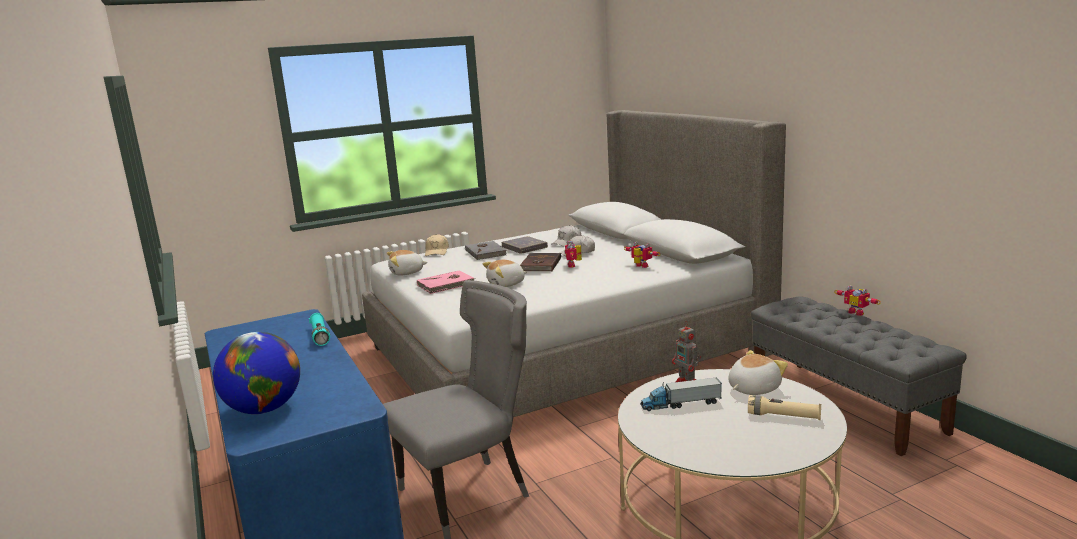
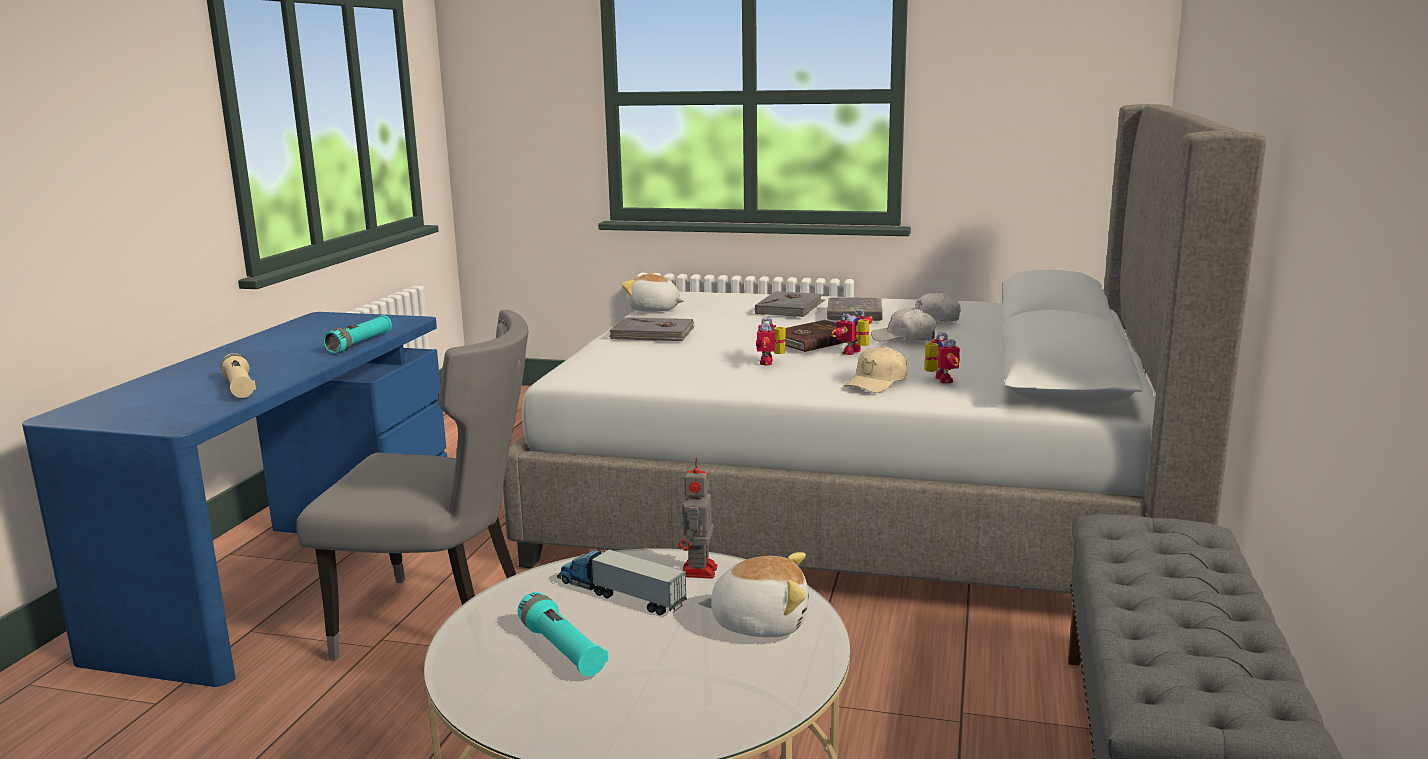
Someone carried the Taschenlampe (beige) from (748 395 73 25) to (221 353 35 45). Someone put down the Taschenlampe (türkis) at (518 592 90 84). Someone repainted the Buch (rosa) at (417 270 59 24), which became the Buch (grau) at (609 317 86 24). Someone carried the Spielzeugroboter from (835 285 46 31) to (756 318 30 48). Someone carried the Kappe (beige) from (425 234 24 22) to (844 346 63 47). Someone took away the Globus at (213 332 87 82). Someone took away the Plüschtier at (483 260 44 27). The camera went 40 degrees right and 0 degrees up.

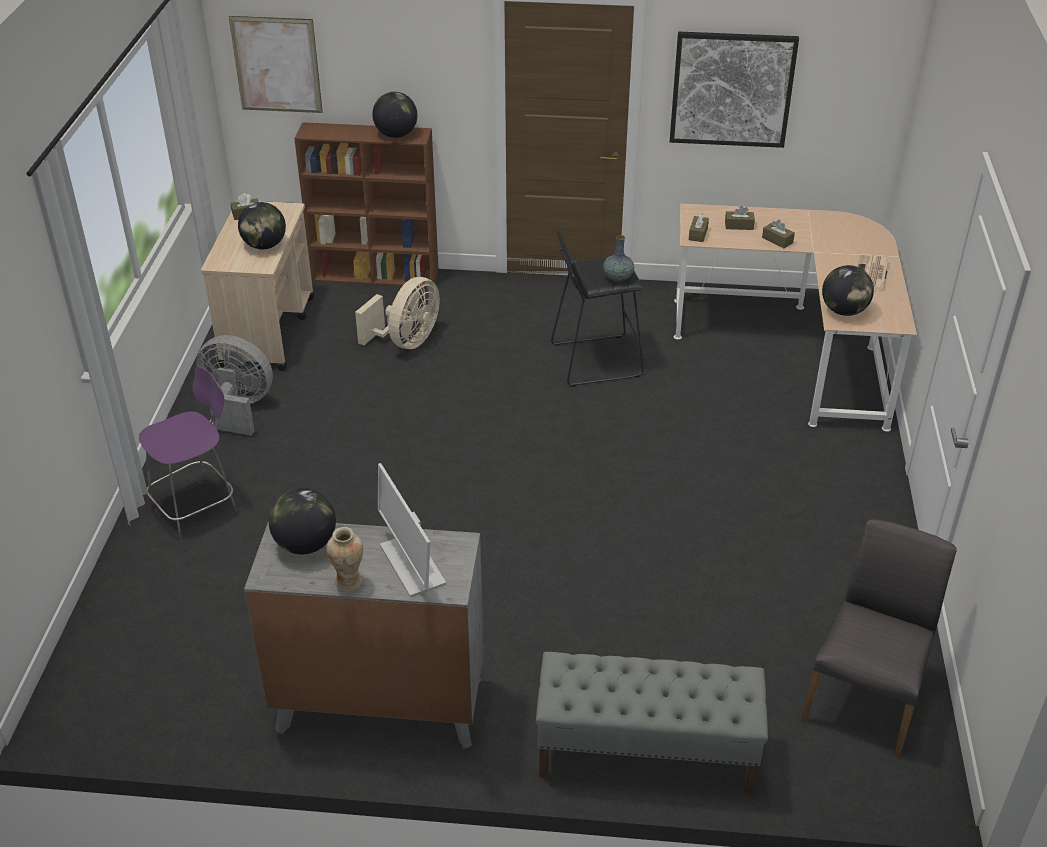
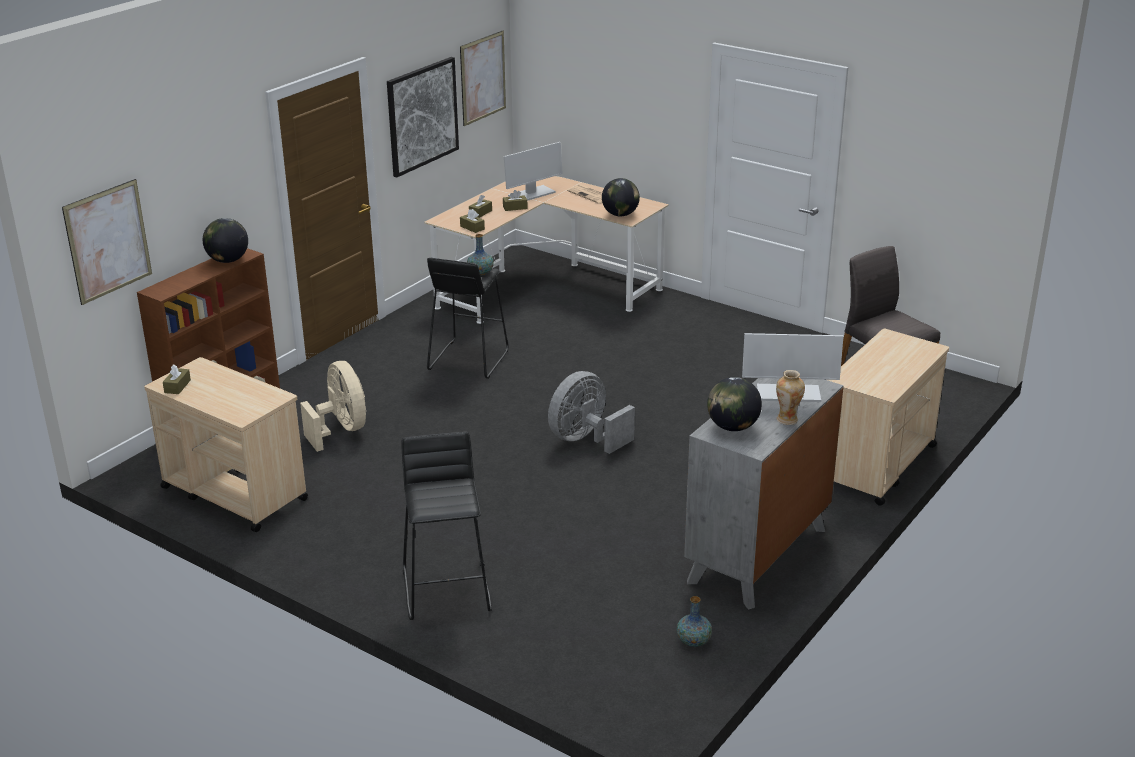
Someone swapped the Stuhl (lila) at (139 366 99 173) for the Hocker (schwarz) at (401 432 91 188). Someone put up the Bild at (460 30 46 96). Someone put down the Monitor at (504 142 59 59). Someone carried the Ventilator (grau) from (196 335 77 101) to (548 371 87 83). Someone put down the Vase at (677 596 35 51). Someone swapped the Bank (grau) at (536 652 232 142) for the Rollwagen (beige) at (828 329 121 177). Someone took away the Globus at (238 202 48 47). The camera went 60 degrees left and 10 degrees down.

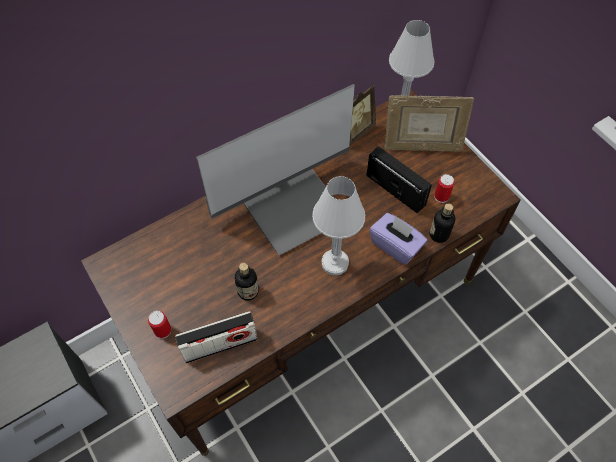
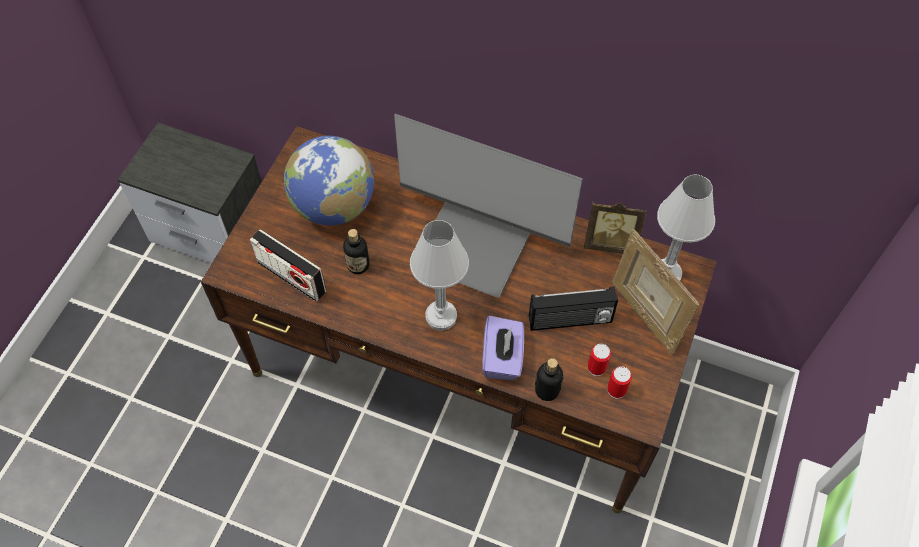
Someone put down the Globus at (284 136 90 90). Someone rotated the Radio at (367 146 65 67) by 75 degrees clockwise. Someone carried the Dose from (148 311 23 27) to (607 366 25 33). The camera went 55 degrees right and 0 degrees up.

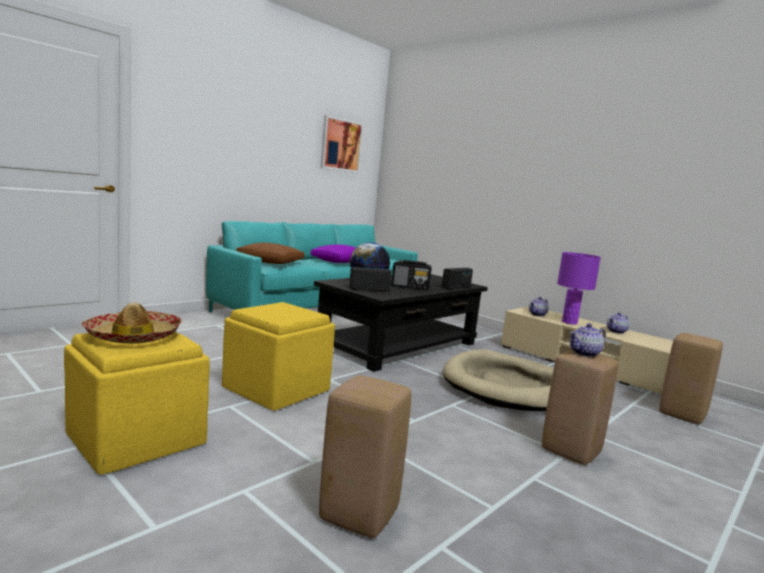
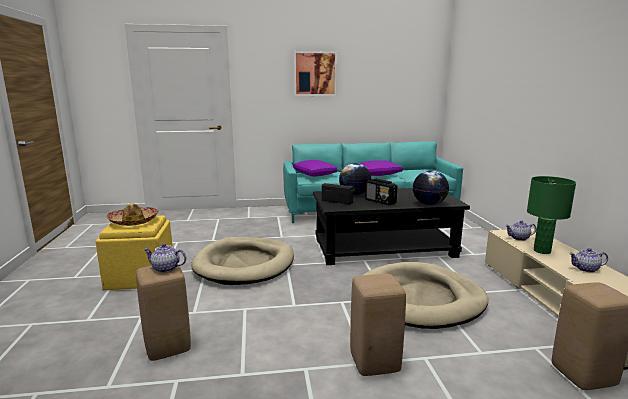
Someone carried the Teekanne from (569 323 37 34) to (143 243 43 30). Someone swapped the Polsterhocker (gelb) at (222 302 113 108) for the Hundebett (beige) at (191 237 103 48). Someone repainted the Kissen (braun) at (236 243 68 21), which became the Kissen (lila) at (293 160 44 16). Someone carried the Bild from (320 115 44 58) to (294 51 43 45). Someone swapped the Radio at (442 268 31 21) for the Globus at (413 170 36 35). Someone repainted the Tischlampe (lila) at (557 252 44 73), which became the Tischlampe (grün) at (527 176 49 78). The camera went 40 degrees right and 5 degrees up.

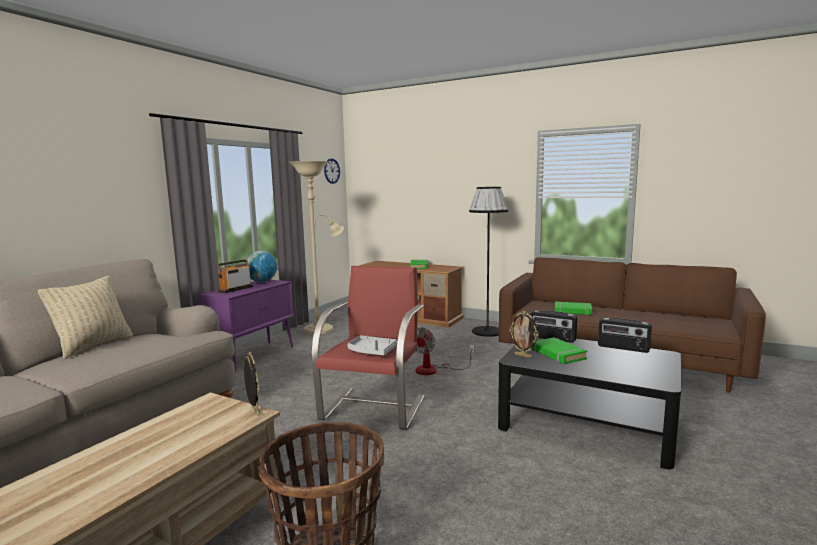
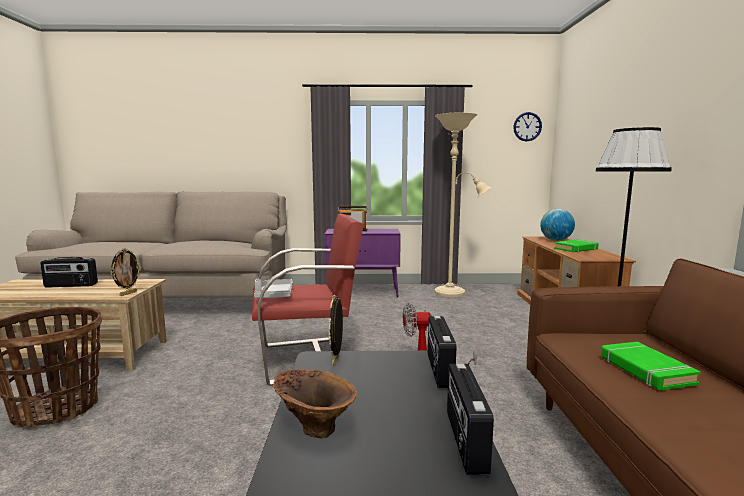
Someone put down the Radio at (40 257 58 31). Someone put down the Vase (braun) at (272 369 85 69). Someone carried the Globus from (245 251 32 31) to (540 209 35 32). Someone took away the Kissen (beige) at (38 276 95 83). Someone took away the Buch (grün) at (532 337 55 27). The camera went 60 degrees right and 0 degrees up.

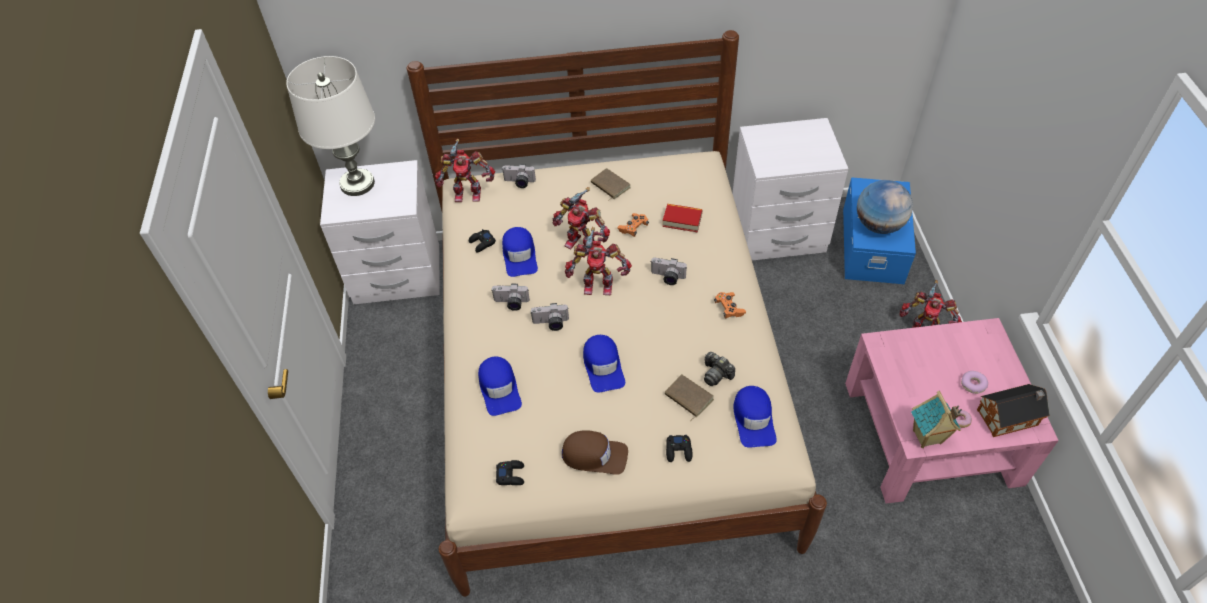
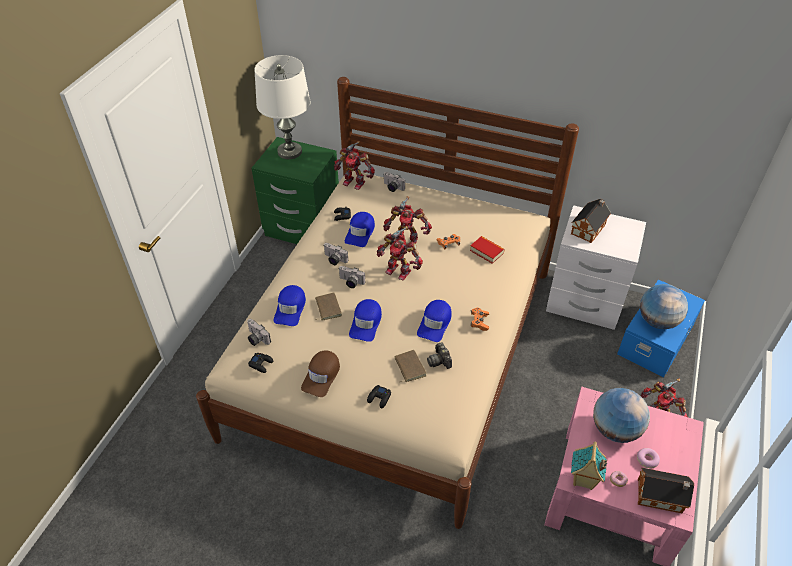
Someone carried the Kamera from (651 258 36 27) to (247 319 24 27). Someone repainted the Nachttisch (weiß) at (320 160 120 144), which became the Nachttisch (grün) at (251 137 88 107). Someone rotated the Kappe (braun) at (562 430 66 45) by 75 degrees clockwise. Someone carried the Buch (braun) from (591 168 40 33) to (315 293 27 28). Someone rotated the Spielzeugroboter at (553 187 57 69) by 45 degrees counterclockwise. Someone carried the Kappe (blau) from (734 386 43 62) to (417 300 34 42). Someone put down the Spielzeughaus at (571 199 40 44). Someone put down the Globus at (593 388 57 55). The camera went 25 degrees right and 5 degrees down.

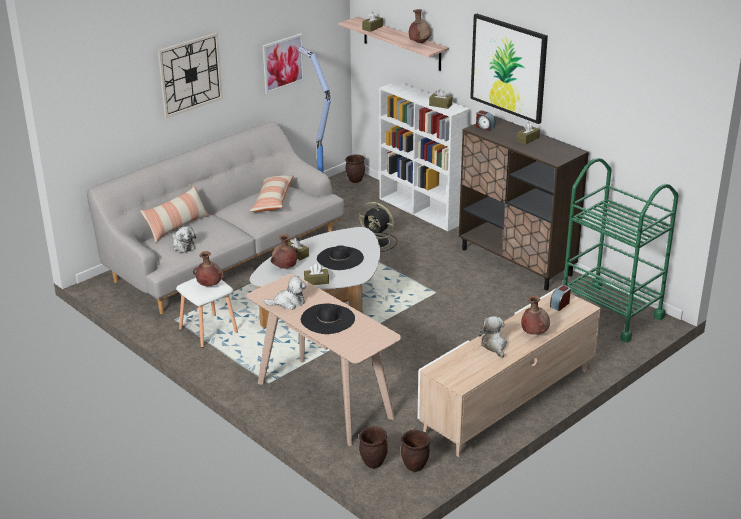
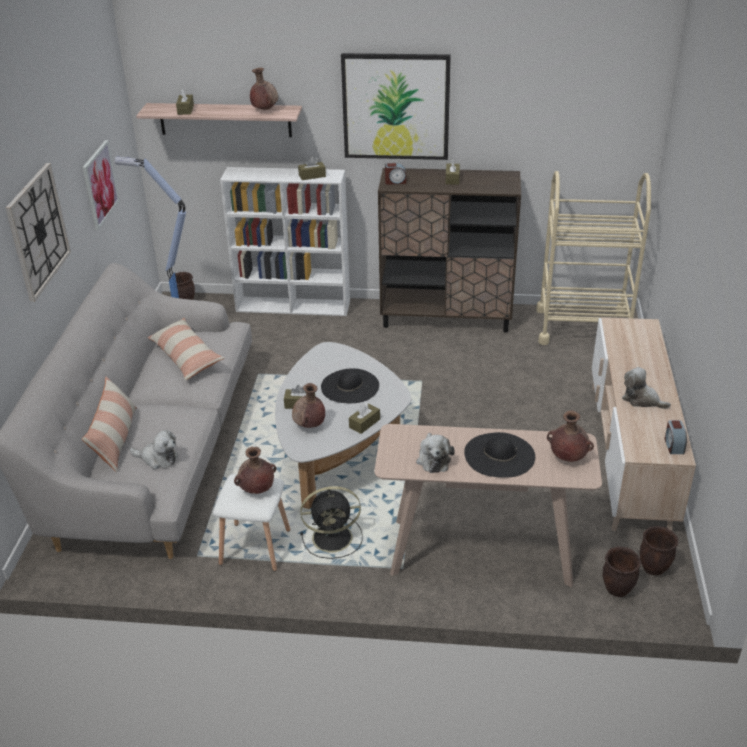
Someone carried the Ventilator (schwarz) from (359 202 38 50) to (300 486 63 73). Someone rotated the Plüschtier at (264 276 42 34) by 135 degrees clockwise. Someone repainted the Rollwagen (grün) at (563 158 116 185), which became the Rollwagen (beige) at (536 171 115 174). Someone carried the Vase (braun) from (521 296 29 39) to (547 411 47 51). Someone carried the Wecker from (550 285 21 26) to (665 420 22 34). The camera went 40 degrees left and 5 degrees up.

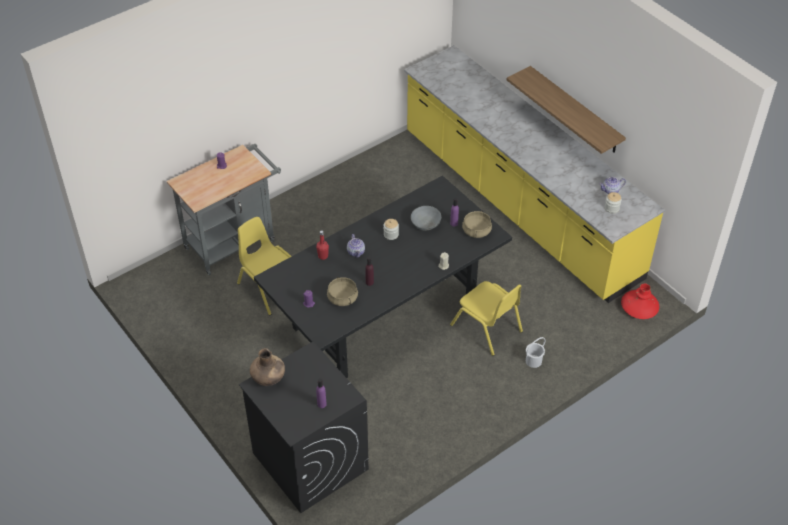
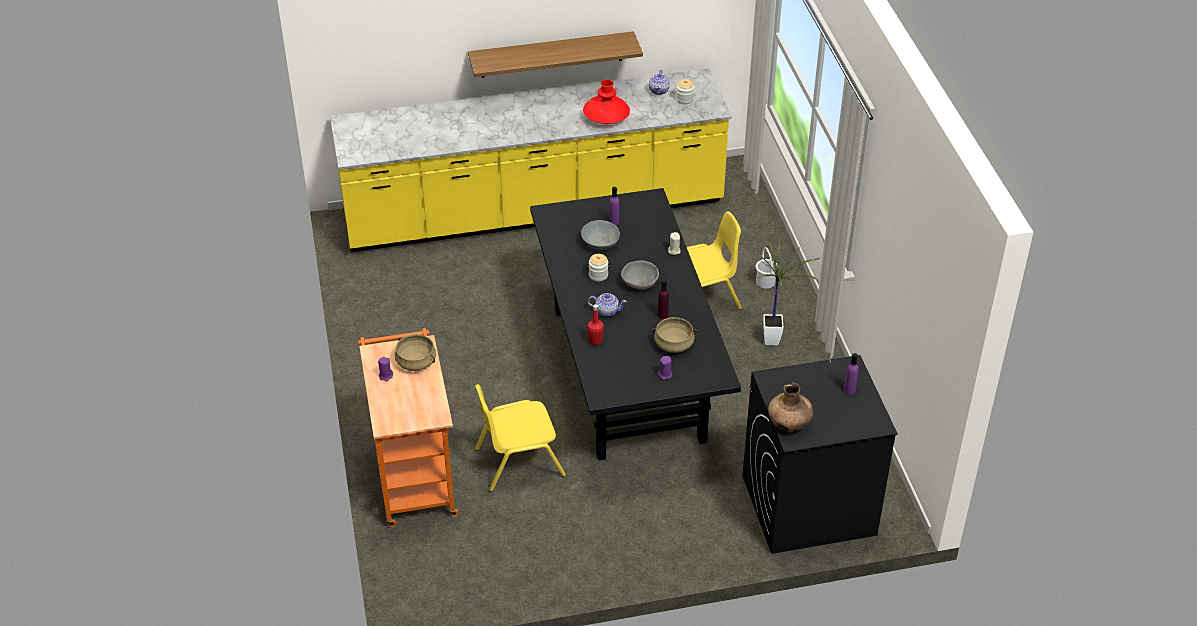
Someone repainted the Rollwagen (grau) at (167 144 114 131), which became the Rollwagen (orange) at (358 328 101 199). Someone carried the Kochtopf (beige) from (462 211 30 27) to (395 334 41 37). Someone carried the Vase (rot) from (621 283 38 36) to (583 80 47 44). Someone put down the Schüssel (grau) at (621 261 38 29). Someone put down the Topfpflanze at (757 240 63 105). The camera went 65 degrees left and 5 degrees down.

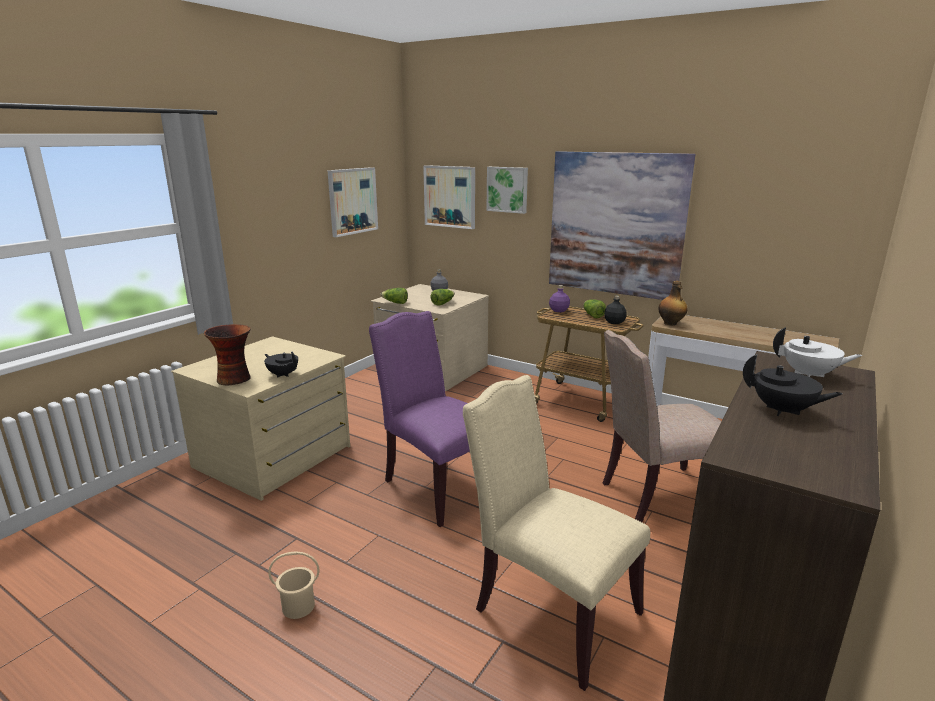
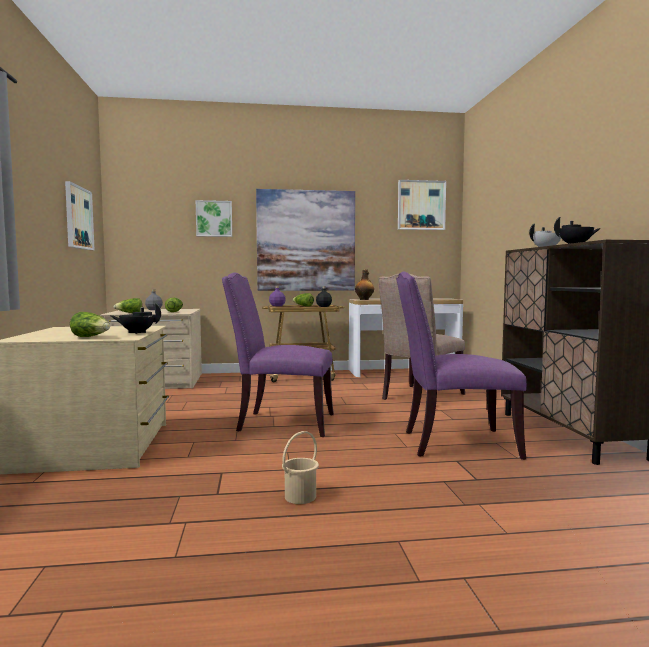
Someone swapped the Vase at (204 324 47 61) for the Salatkopf at (70 312 40 25). Someone repainted the Stuhl (beige) at (463 375 187 316), which became the Stuhl (lila) at (396 272 131 188). Someone carried the Bild from (423 165 52 64) to (398 180 48 50). The camera went 40 degrees left and 15 degrees down.

